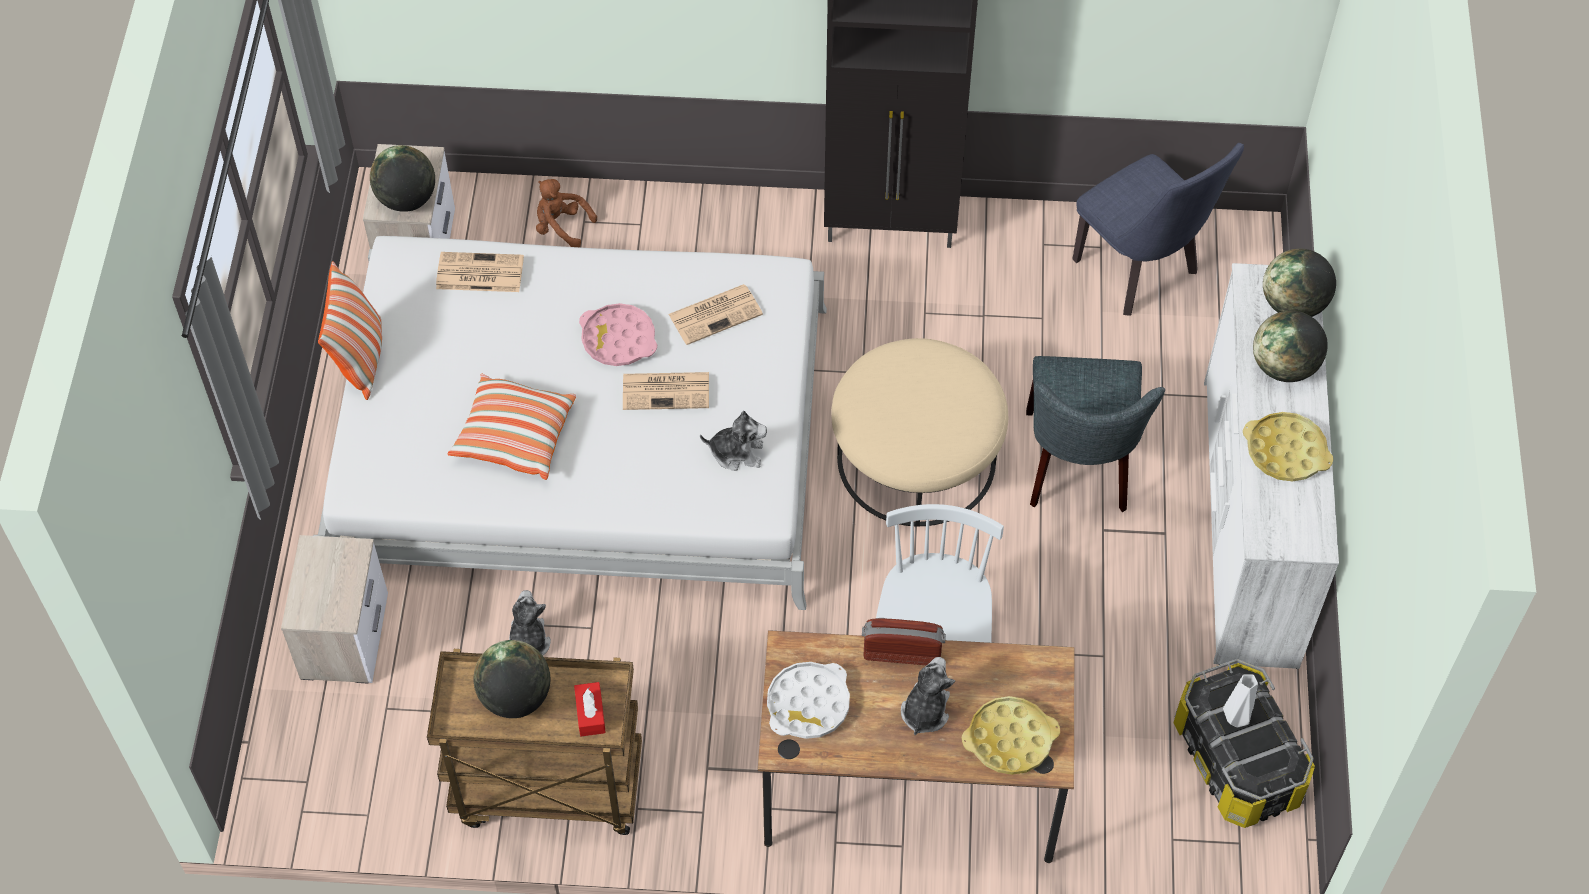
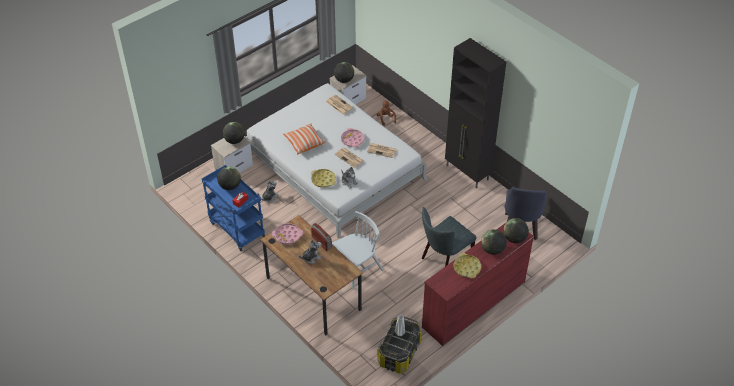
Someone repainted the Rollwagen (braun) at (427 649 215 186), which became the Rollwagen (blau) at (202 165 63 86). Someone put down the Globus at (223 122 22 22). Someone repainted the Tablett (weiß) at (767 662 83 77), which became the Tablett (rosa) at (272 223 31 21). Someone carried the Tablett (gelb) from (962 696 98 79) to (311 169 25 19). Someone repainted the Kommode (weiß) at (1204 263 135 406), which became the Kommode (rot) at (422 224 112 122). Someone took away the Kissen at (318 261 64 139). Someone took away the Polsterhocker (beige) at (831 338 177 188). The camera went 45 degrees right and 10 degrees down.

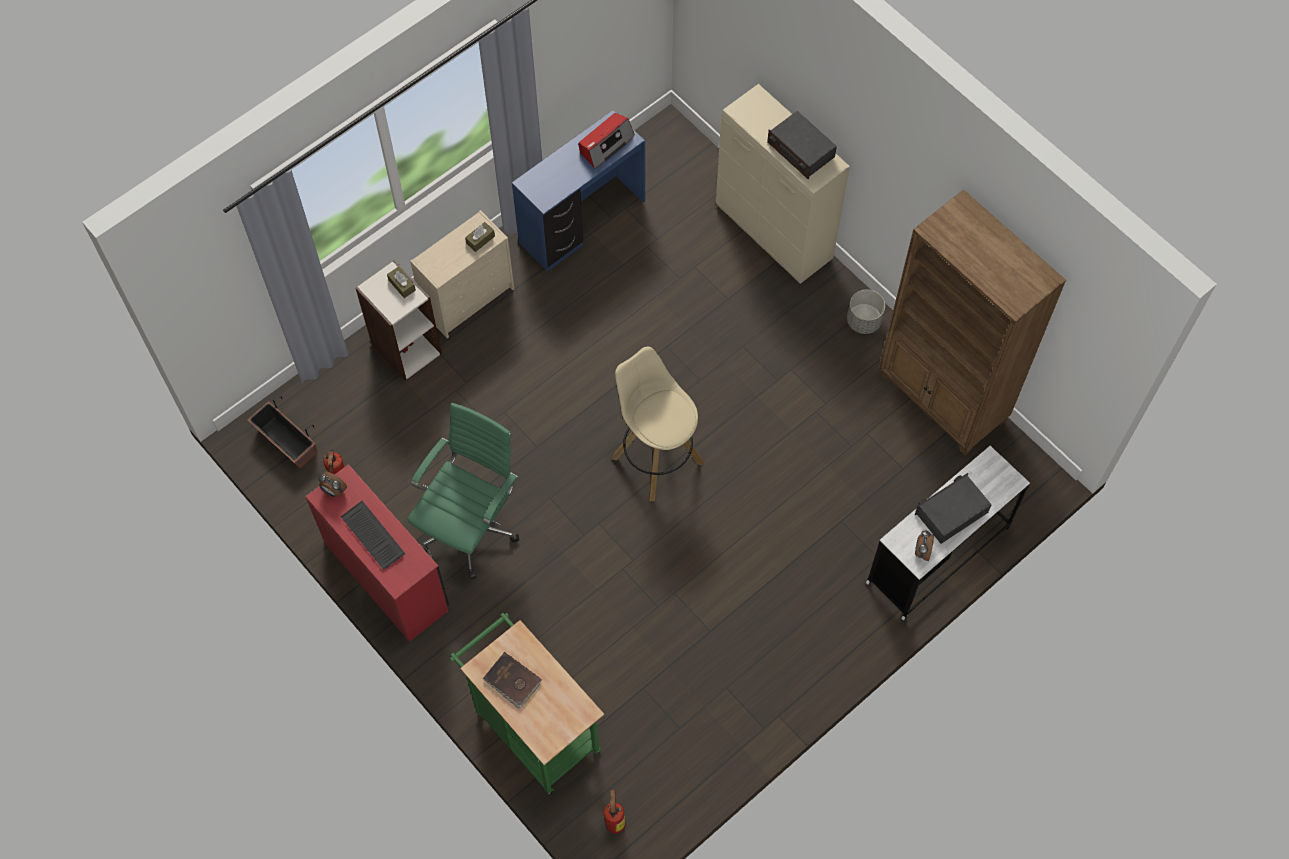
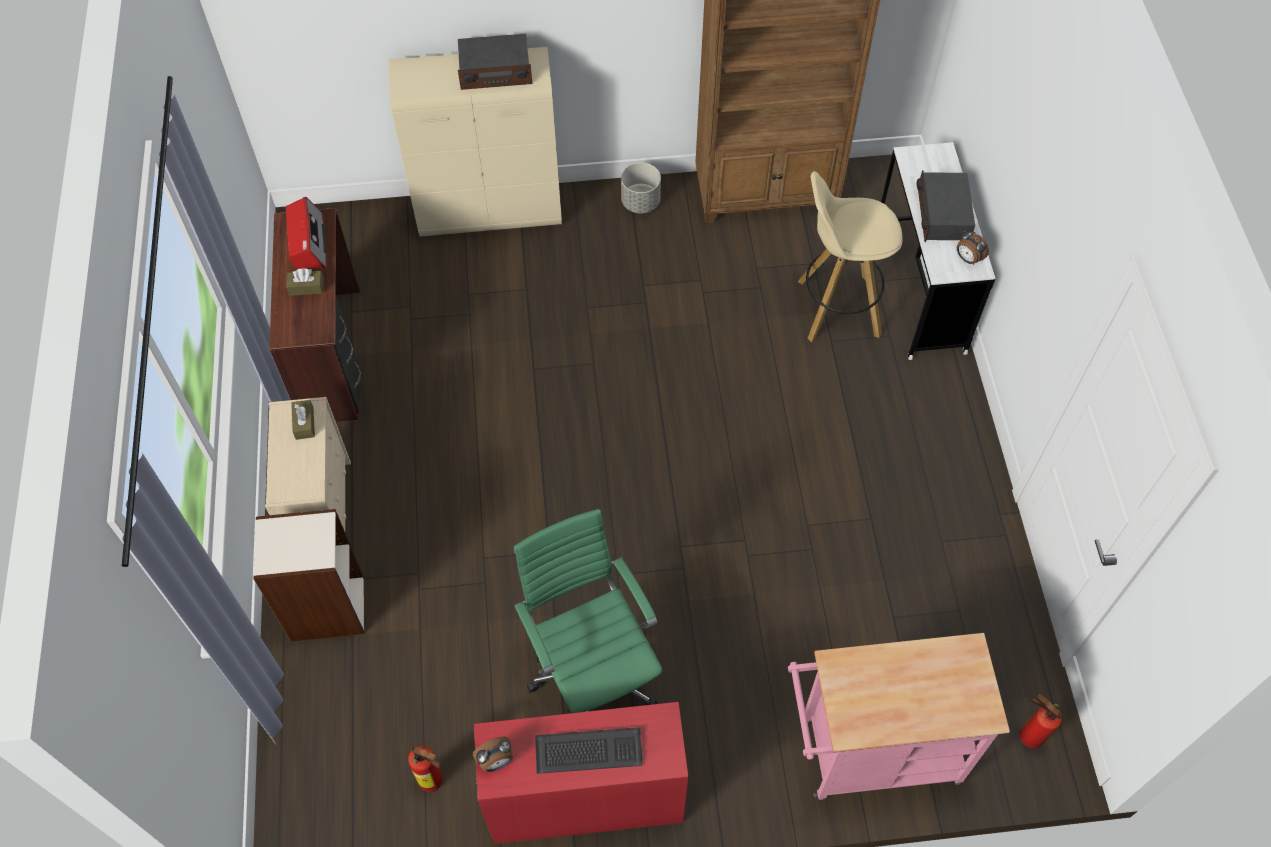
Someone repainted the Schreibtisch (blau) at (512 110 133 161), which became the Schreibtisch (braun) at (269 208 92 214). Someone carried the Taschentuchbox (braun) from (387 267 29 31) to (286 268 38 28). Someone repainted the Rollwagen (grün) at (450 613 154 182), which became the Rollwagen (rosa) at (788 633 222 167). Someone carried the Hocker (beige) from (612 347 92 154) to (798 171 105 172). Someone took away the Pflanzkübel at (248 395 70 73). Someone took away the Buch (braun) at (483 652 59 57). The camera went 55 degrees left and 5 degrees down.

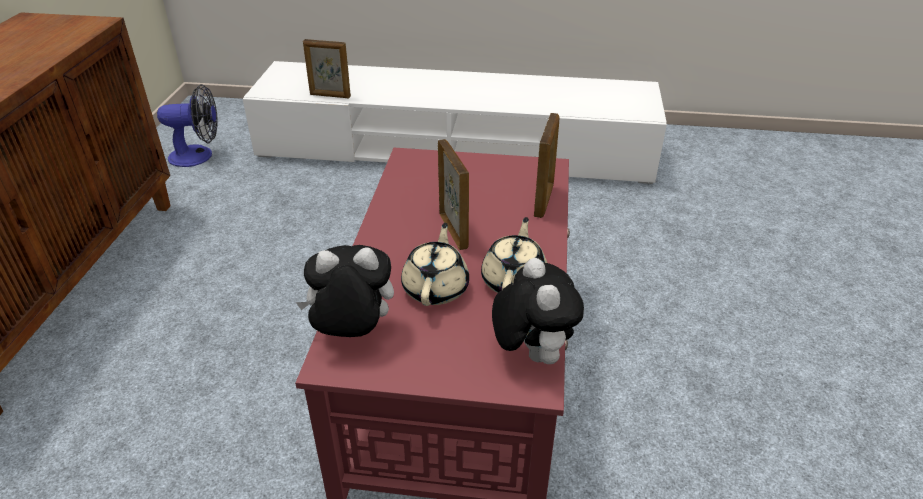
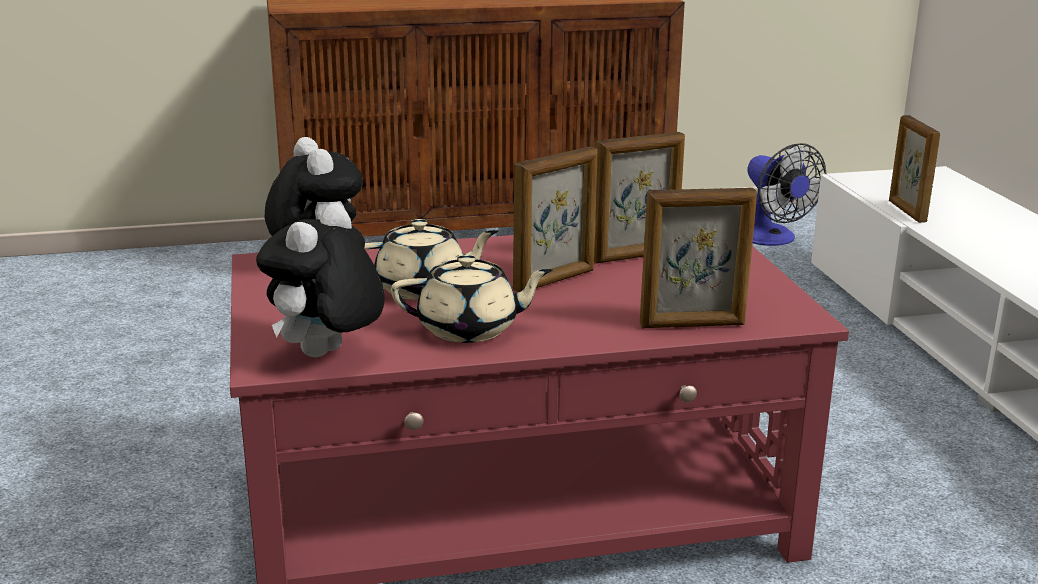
Someone rotated the Plüschtier at (492 258 92 106) by 150 degrees clockwise. Someone put down the Bilderrahmen at (594 132 91 131). The camera went 70 degrees right and 15 degrees down.

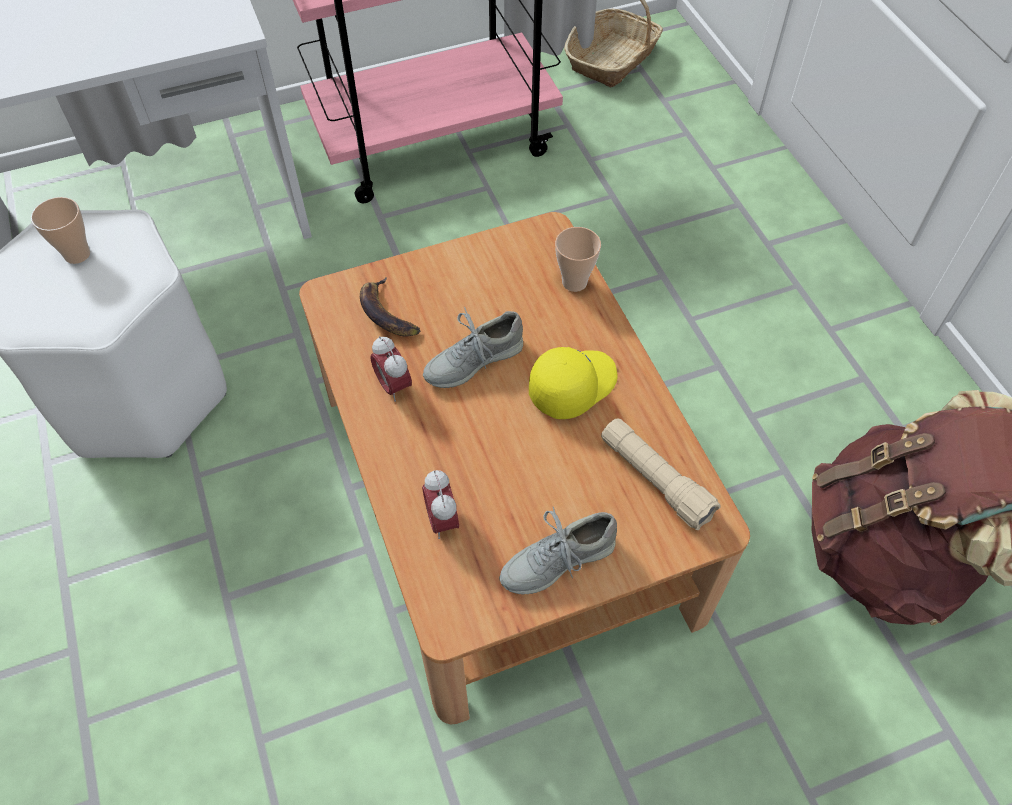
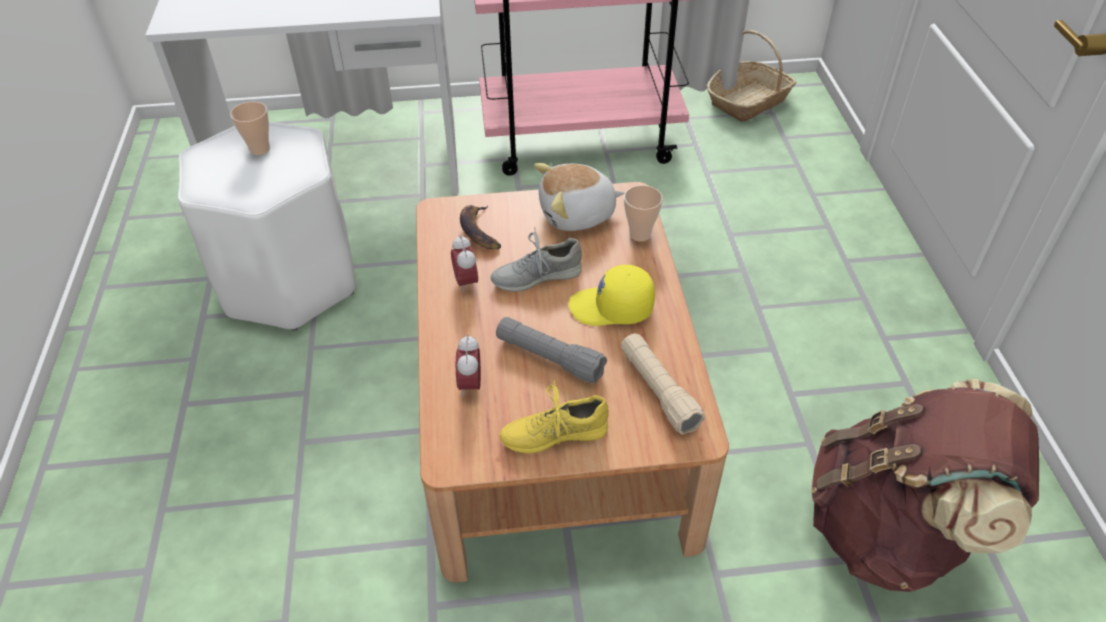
Someone put down the Taschenlampe (grau) at (496 317 111 67). Someone repainted the Schuh (grau) at (499 507 118 88), which became the Schuh (gelb) at (499 380 110 74). Someone put down the Plüschtier at (534 163 90 68). Someone rotated the Kappe (gelb) at (529 347 89 72) by 150 degrees counterclockwise. The camera went 15 degrees right and 10 degrees down.

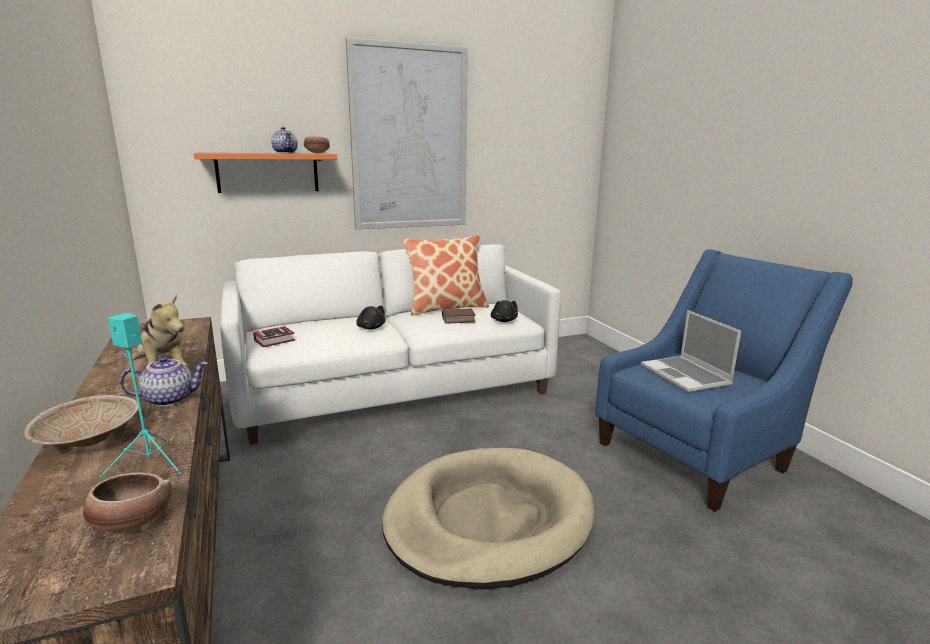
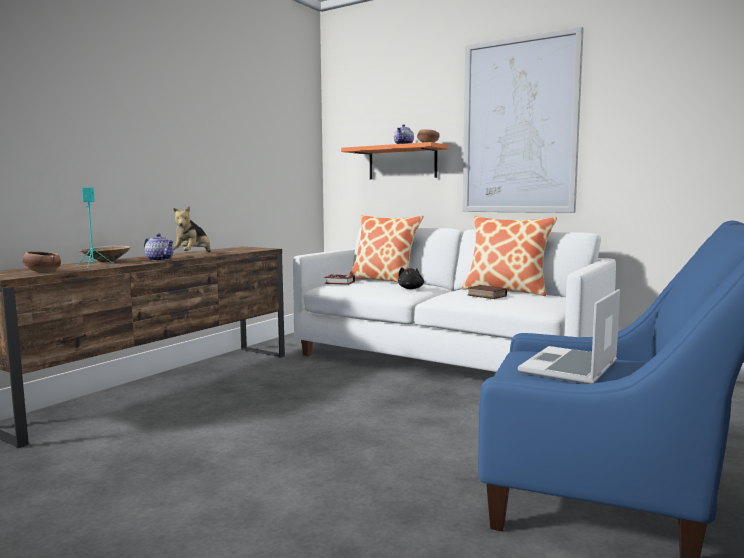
Someone put down the Kissen at (349 215 75 67). Someone took away the Hundebett (beige) at (382 448 213 141). Someone took away the Plüschtier (schwarz) at (491 300 27 22). The camera went 55 degrees right and 10 degrees down.

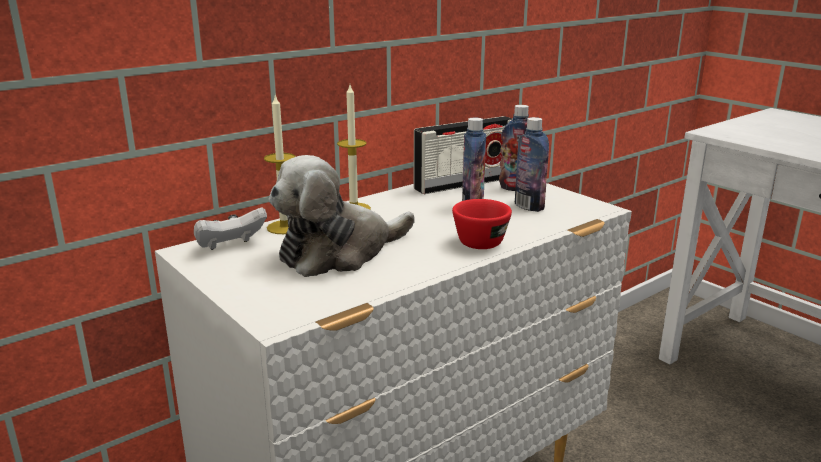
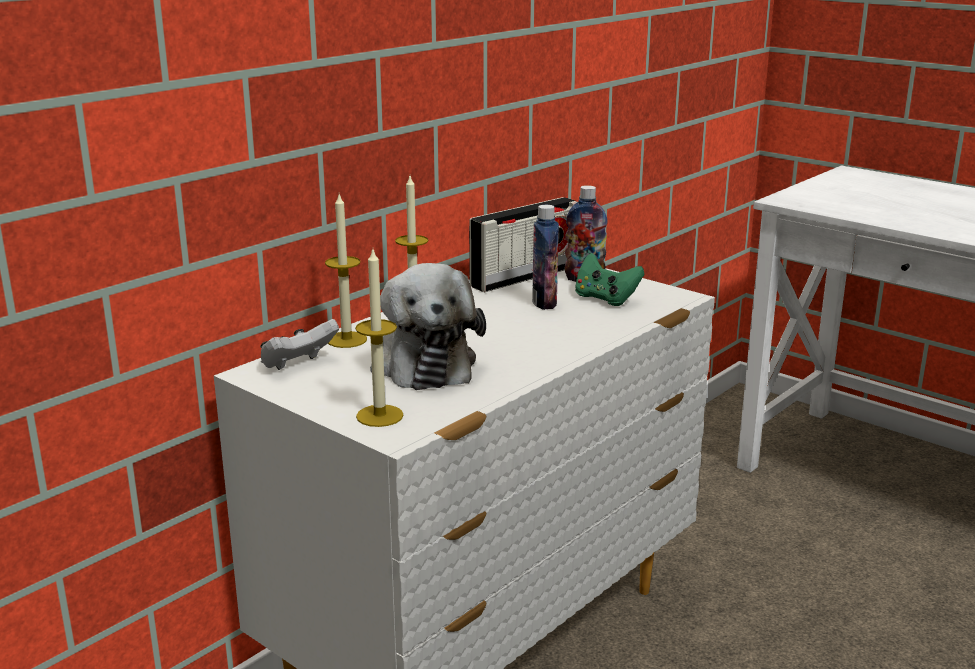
Someone put down the Kerze at (355 250 49 177). Someone rotated the Plüschtier at (268 155 147 122) by 60 degrees counterclockwise. Someone swapped the Flasche at (515 117 34 95) for the Gamepad (grün) at (575 253 70 53). Someone took away the Tasse (rot) at (452 199 60 50). The camera went 10 degrees left and 0 degrees up.

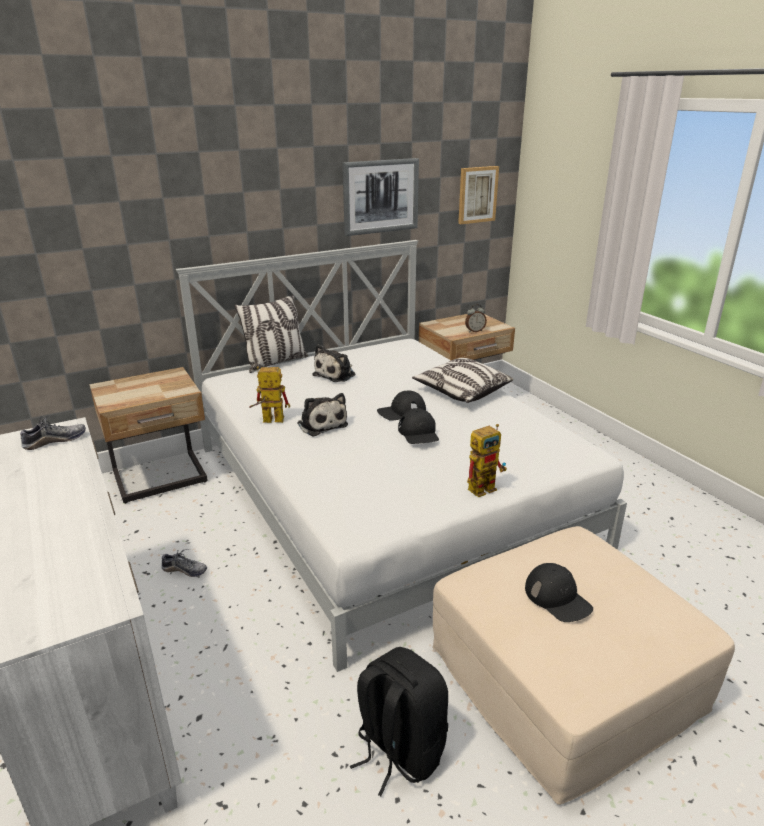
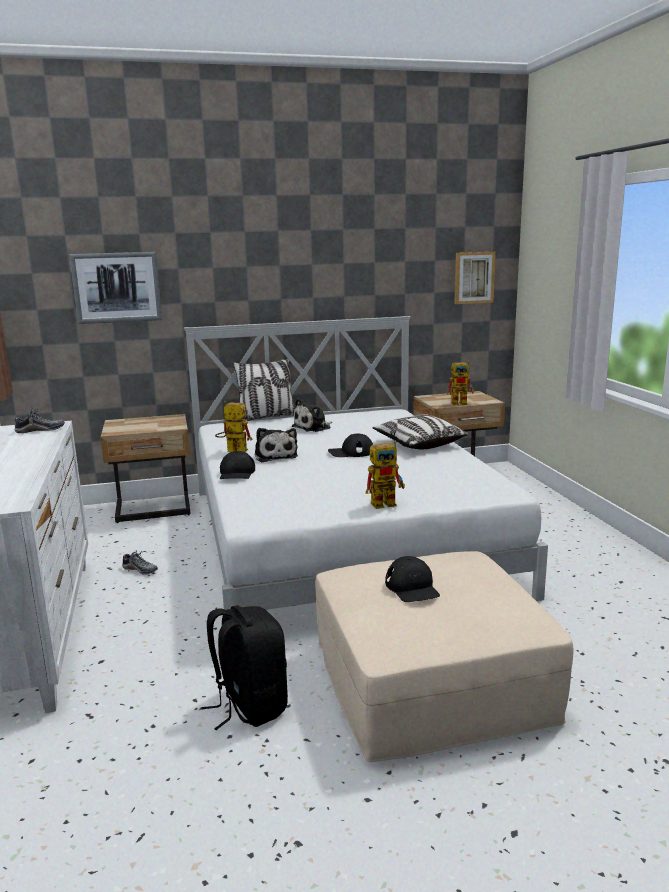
Someone carried the Bild from (343 158 76 78) to (69 252 93 72). Someone carried the Kappe (schwarz) from (398 408 41 36) to (220 451 35 28). Someone swapped the Wecker at (465 304 22 28) for the Spielzeugroboter at (447 361 27 44). The camera went 15 degrees right and 10 degrees down.

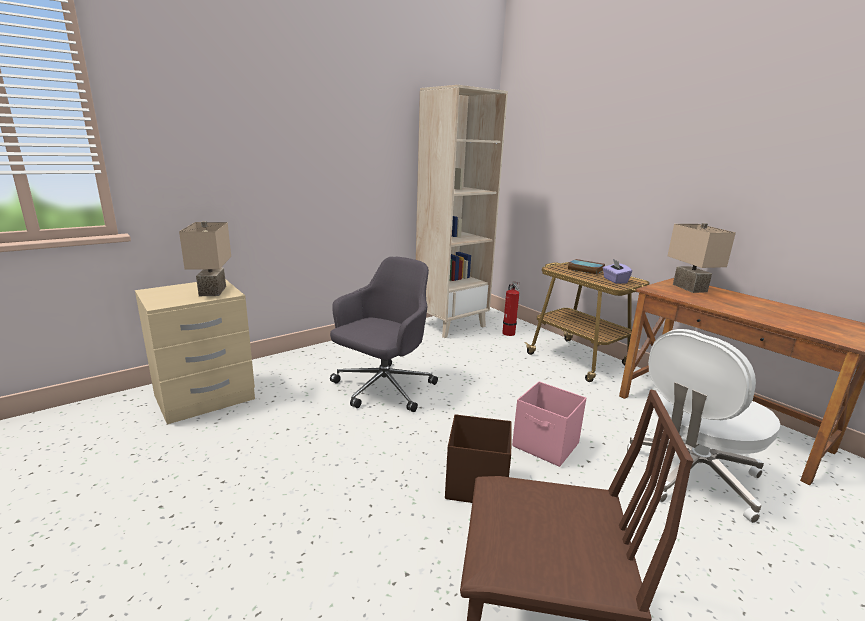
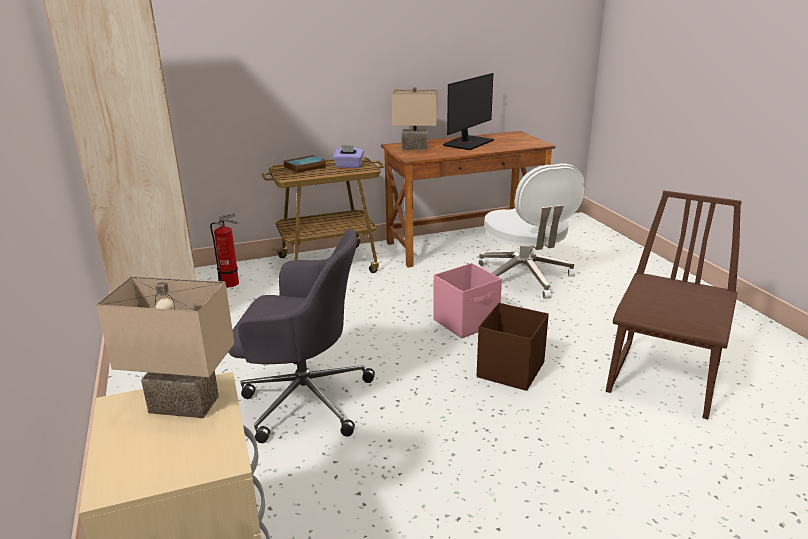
Someone rotated the Bürostuhl (grau) at (330 257 108 155) by 135 degrees clockwise. Someone put down the Monitor at (443 73 51 77). The camera went 70 degrees left and 5 degrees up.

